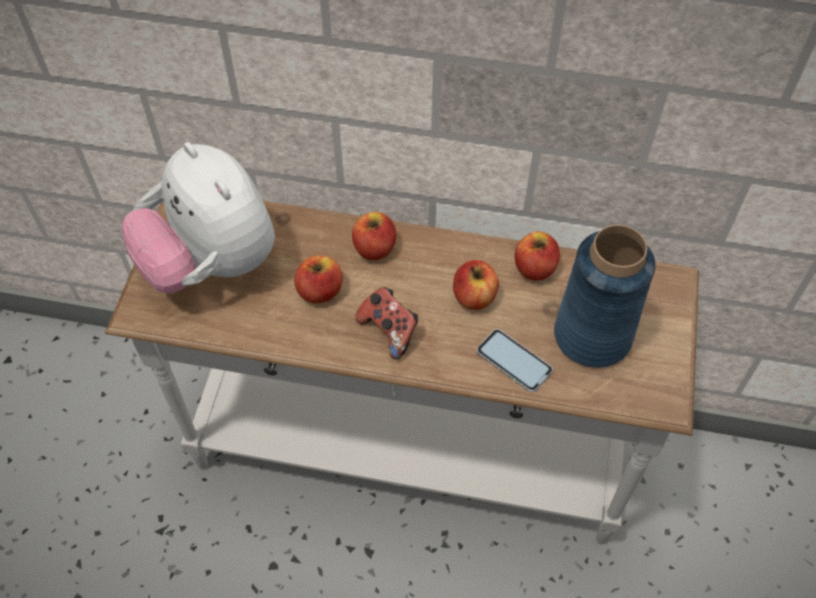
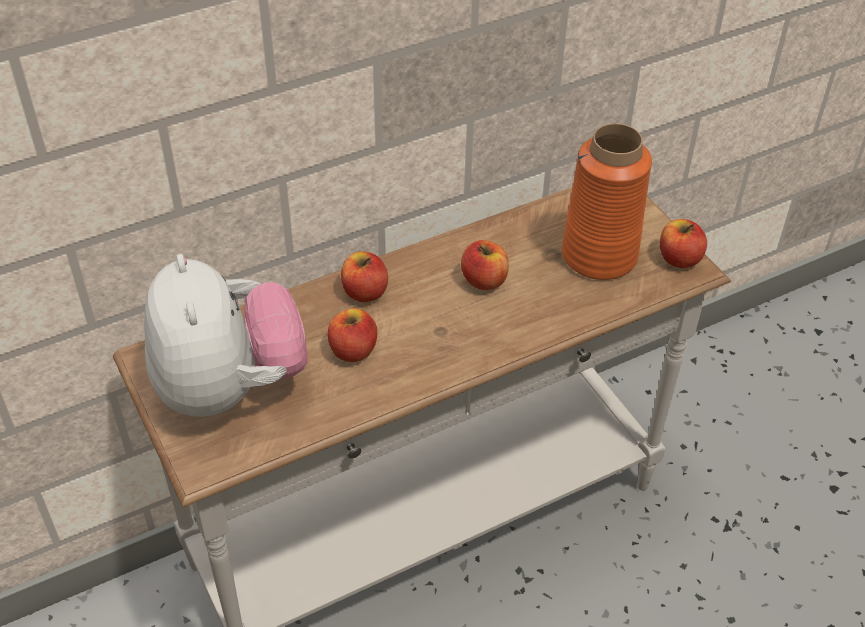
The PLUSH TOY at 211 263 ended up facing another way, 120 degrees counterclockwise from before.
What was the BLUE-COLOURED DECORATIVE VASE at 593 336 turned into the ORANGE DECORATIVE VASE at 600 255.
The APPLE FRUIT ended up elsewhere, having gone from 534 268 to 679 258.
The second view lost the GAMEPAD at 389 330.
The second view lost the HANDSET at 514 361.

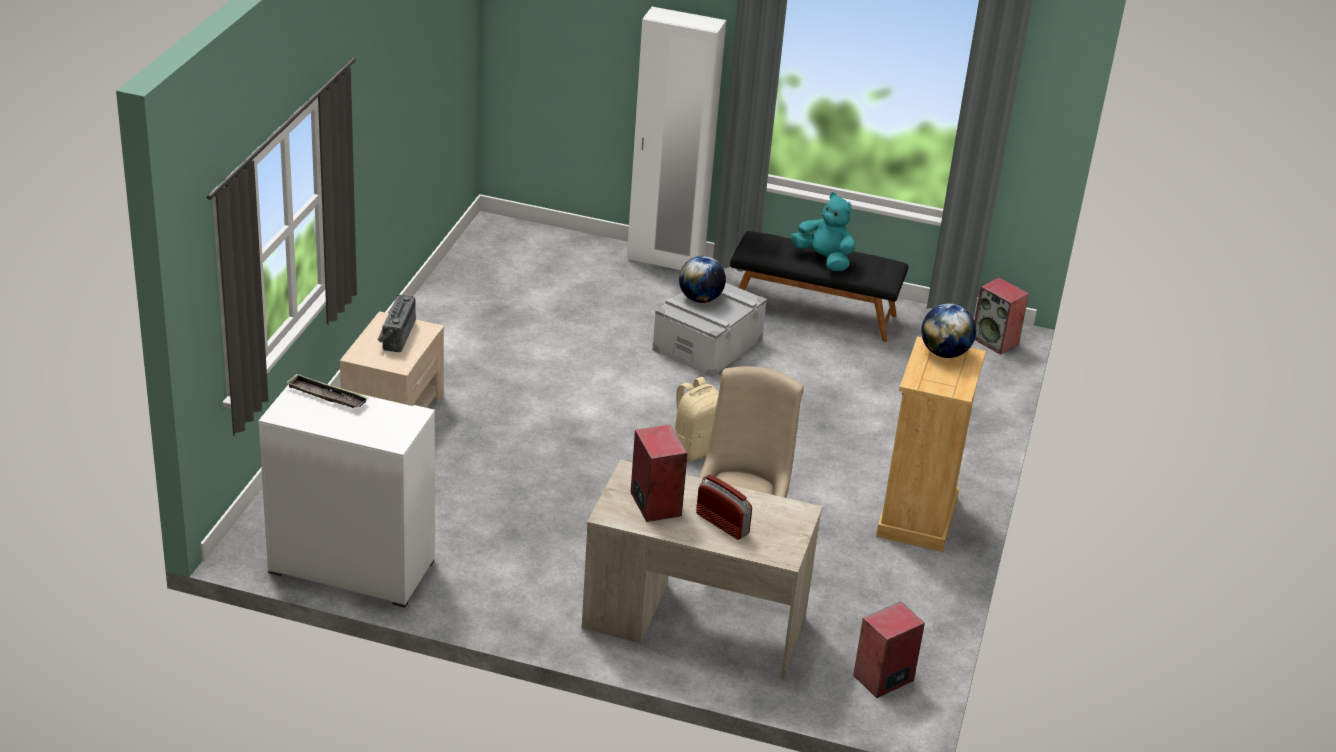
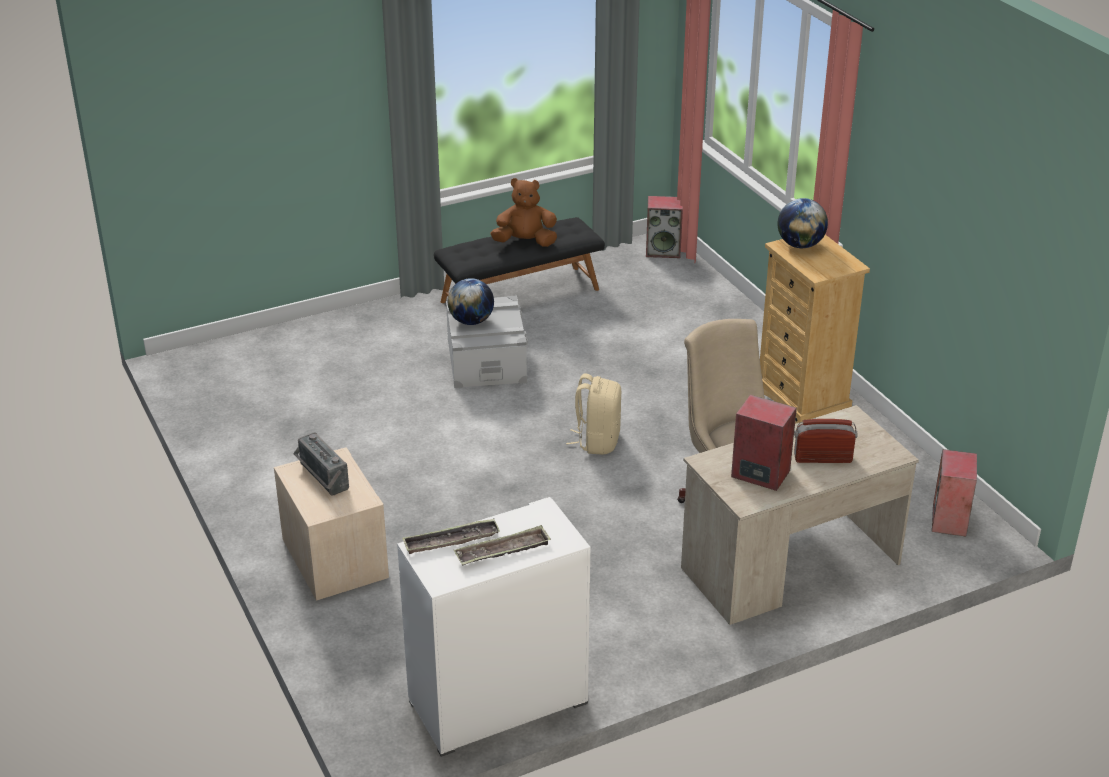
The second view gained the SERVING TRAY at 502 551.
What was the TURQUOISE-COLOURED PLUSH TOY at 824 259 turned into the BROWN-COLOURED PLUSH TOY at 525 242.
The second view lost the WHITE-COLOURED WARDROBE at 665 260.

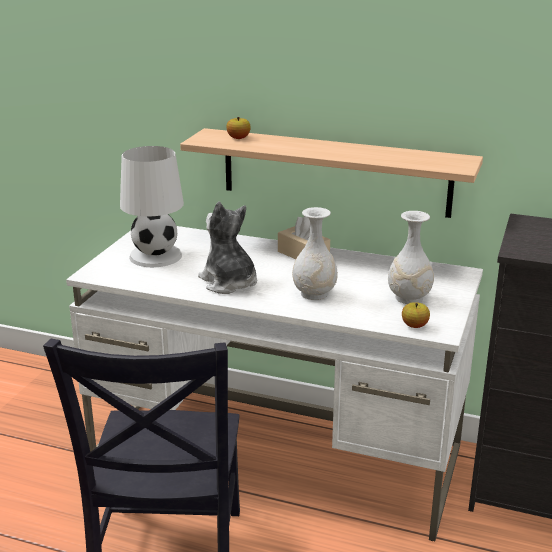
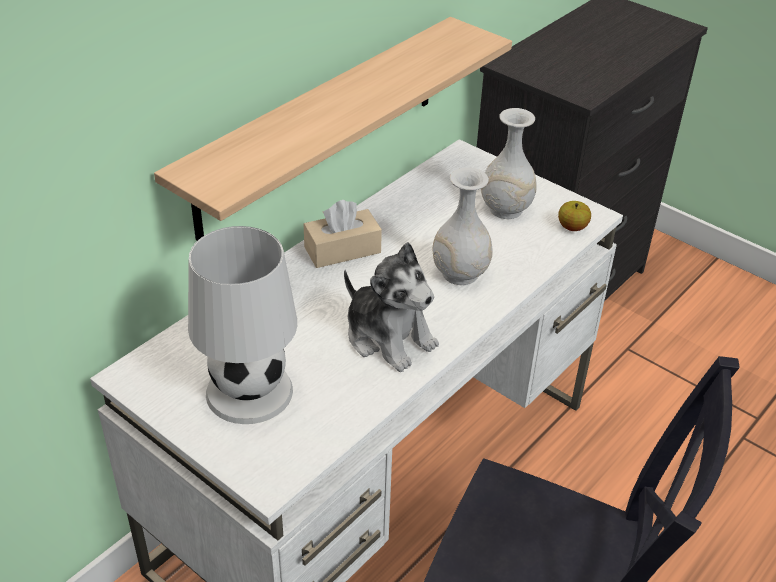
The PLUSH TOY at 229 283 ended up facing another way, 120 degrees counterclockwise from before.
The second view lost the APPLE FRUIT at 238 138.

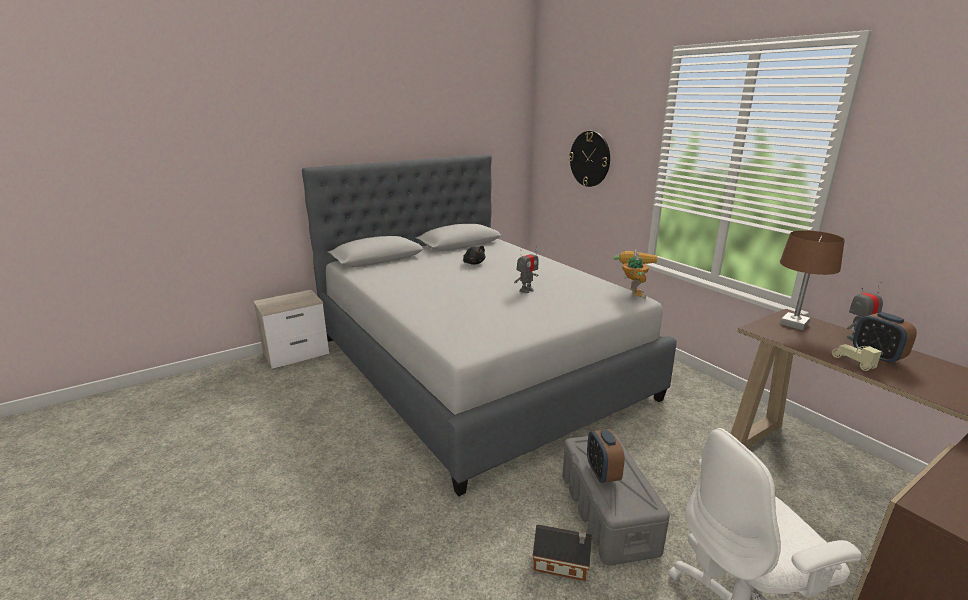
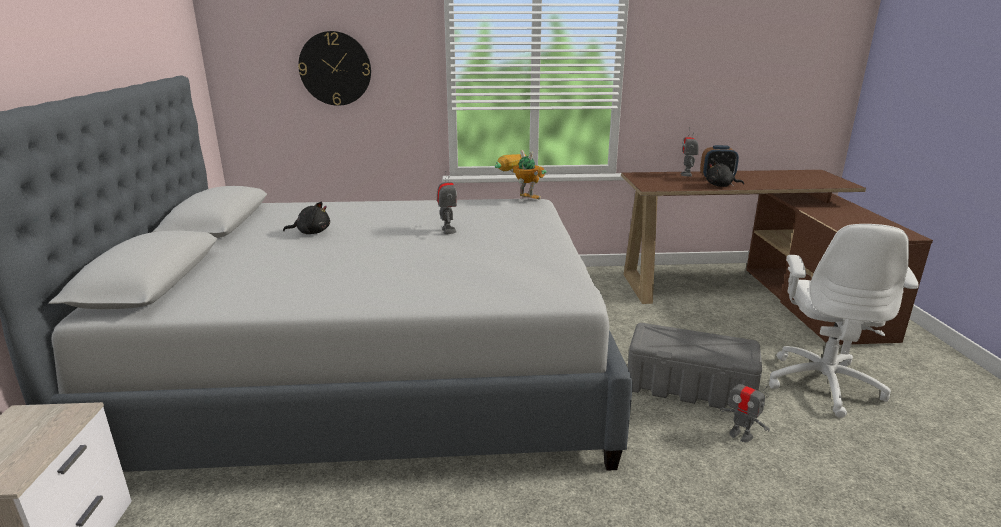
Where the BEIGE-COLOURED TOY CAR stood at 852 362, the BLACKISH PLUSH TOY came to stand at 721 186.
Where the MODEL HOUSE stood at 563 562, the TOY ROBOT came to stand at 740 435.
The second view lost the ALARM CLOCK at 602 473.
The second view lost the BROWN-COLOURED TABLETOP LAMP at 794 324.

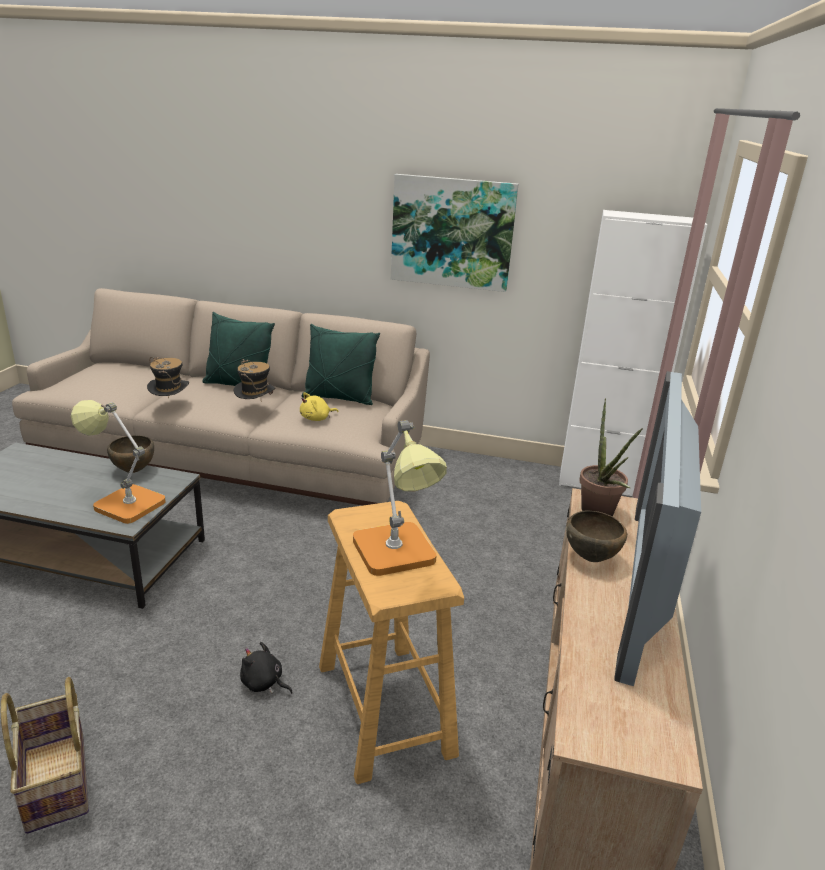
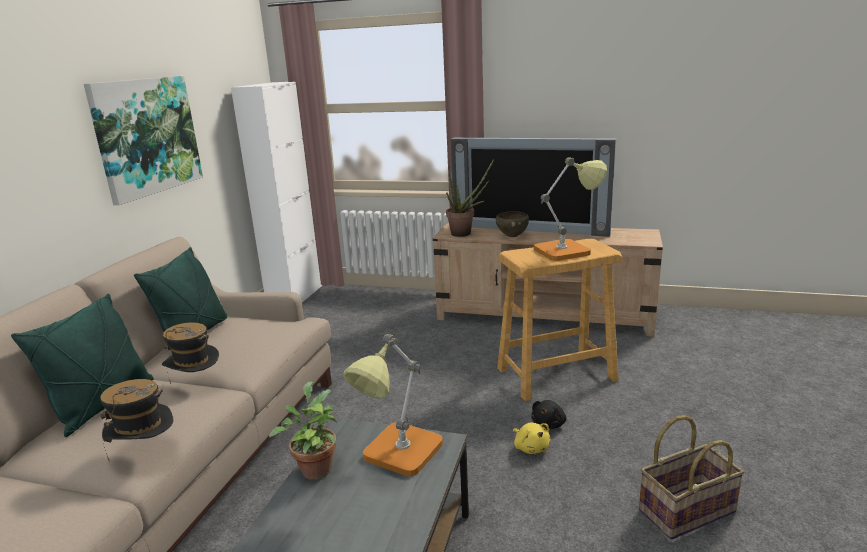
Where the BROWN-COLOURED SERVING BOWL stood at 134 471, the HOUSEPLANT came to stand at 315 467.
The YELLOW PLUSH TOY ended up elsewhere, having gone from 317 418 to 531 447.

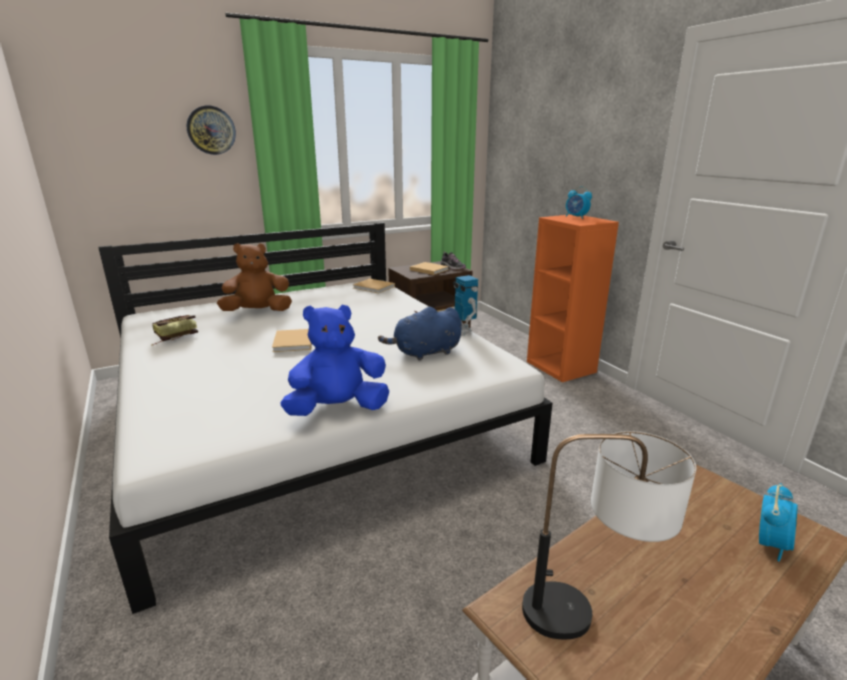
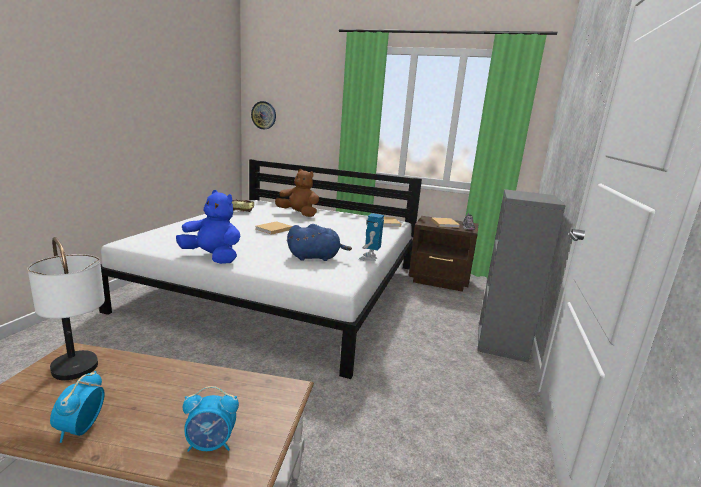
The ALARM CLOCK ended up elsewhere, having gone from 576 217 to 81 429.
The HANGING CLOCK ended up elsewhere, having gone from 211 130 to 264 115.
The BLUE-COLOURED PLUSH TOY at 425 353 ended up facing another way, 150 degrees clockwise from before.
What was the ORANGE SHELVING UNIT at 561 367 turned into the GREYISH SHELVING UNIT at 502 343.

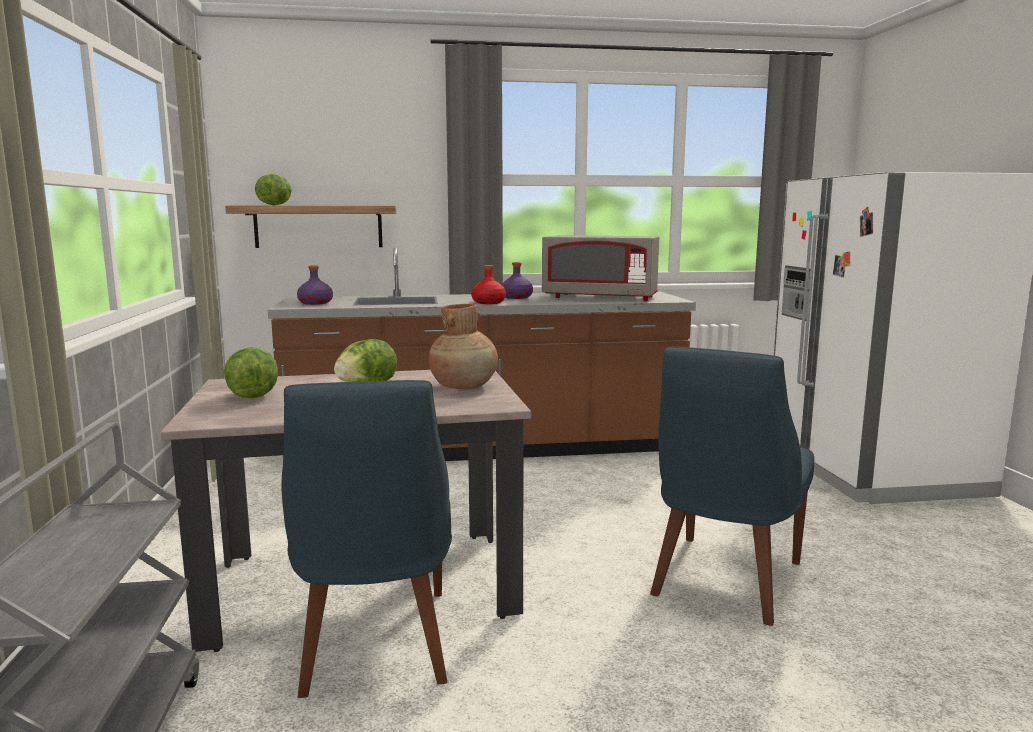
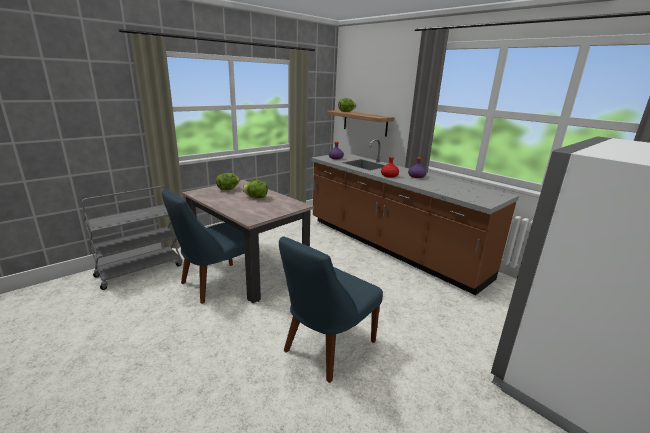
The BLUE-COLOURED CHAIR at 723 581 ended up facing another way, 45 degrees counterclockwise from before.
The second view lost the BROWN-COLOURED DECORATIVE VASE at 464 387.
The second view lost the GREYISH MICROWAVE OVEN at 600 298.

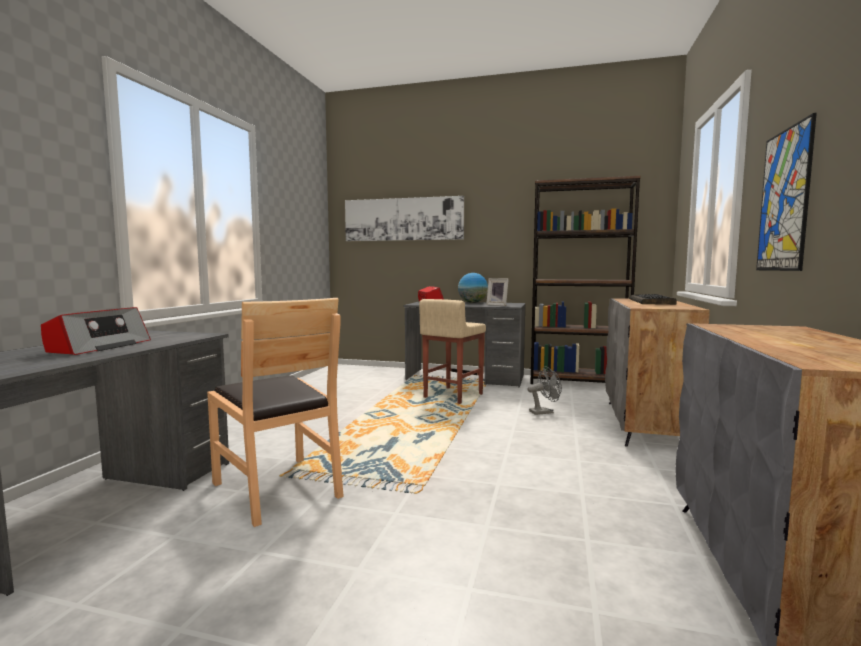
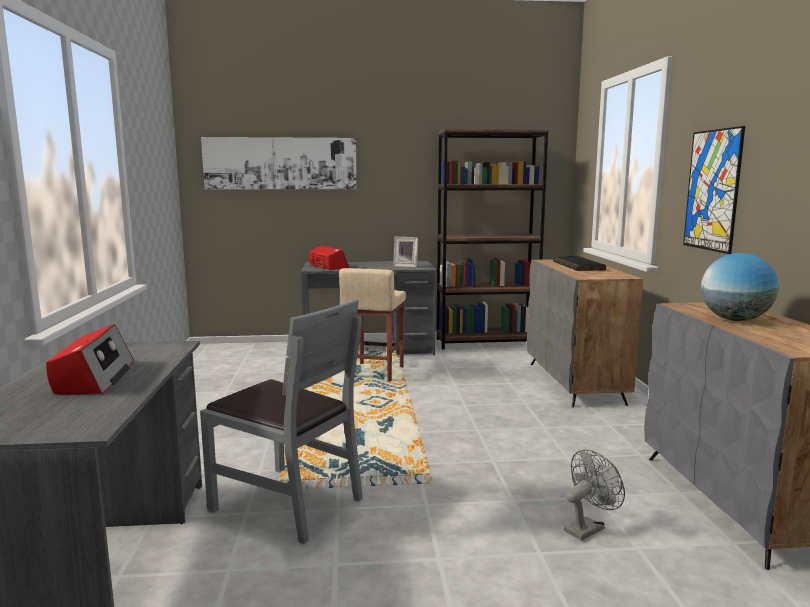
What was the BROWN-COLOURED CHAIR at 278 489 turned into the GREYISH CHAIR at 287 503.
The GREYISH ELECTRIC FAN ended up elsewhere, having gone from 544 412 to 588 528.
The GLOBE ended up elsewhere, having gone from 472 302 to 735 320.

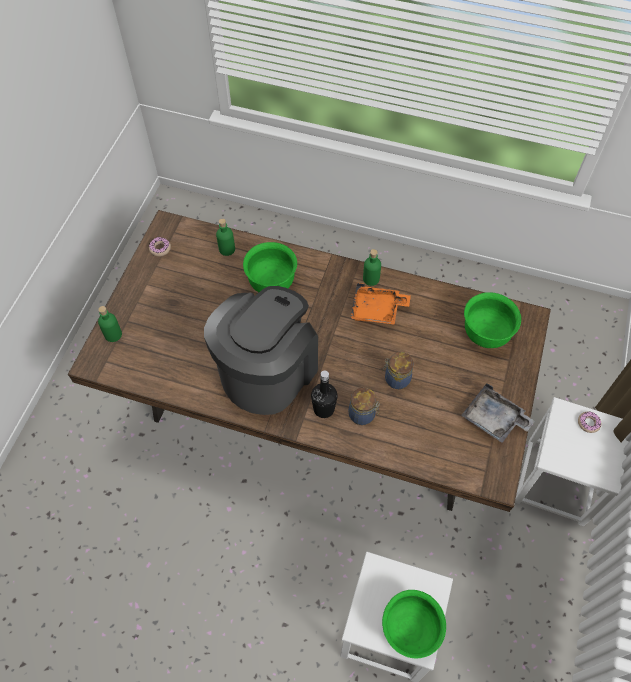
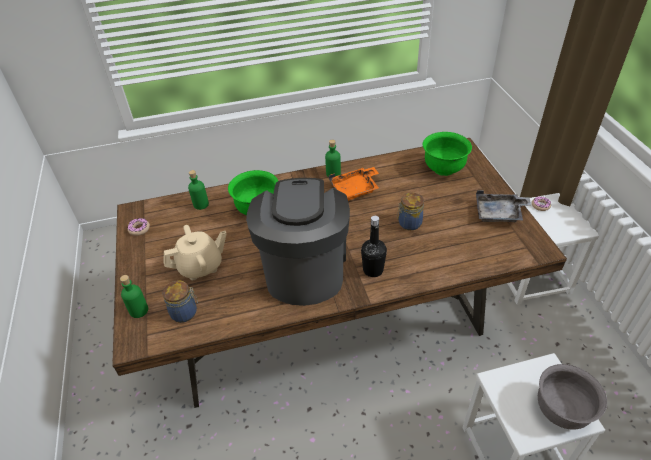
The STORAGE JAR ended up elsewhere, having gone from 363 415 to 185 313.
The second view gained the BEIGE-COLOURED TEA POT at 201 266.
What was the GREENISH SERVING BOWL at 409 630 turned into the GREYISH SERVING BOWL at 561 411.

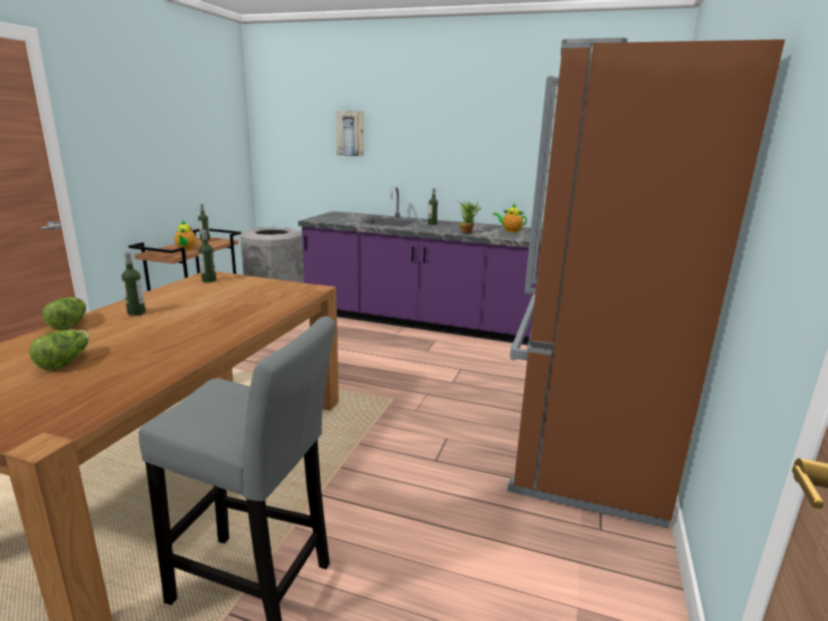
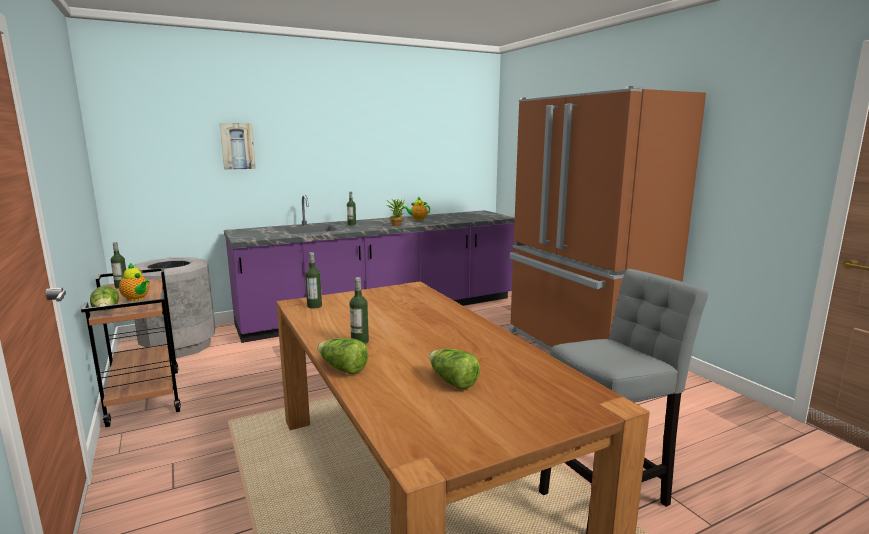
The second view gained the HEAD OF LETTUCE at 106 311.

